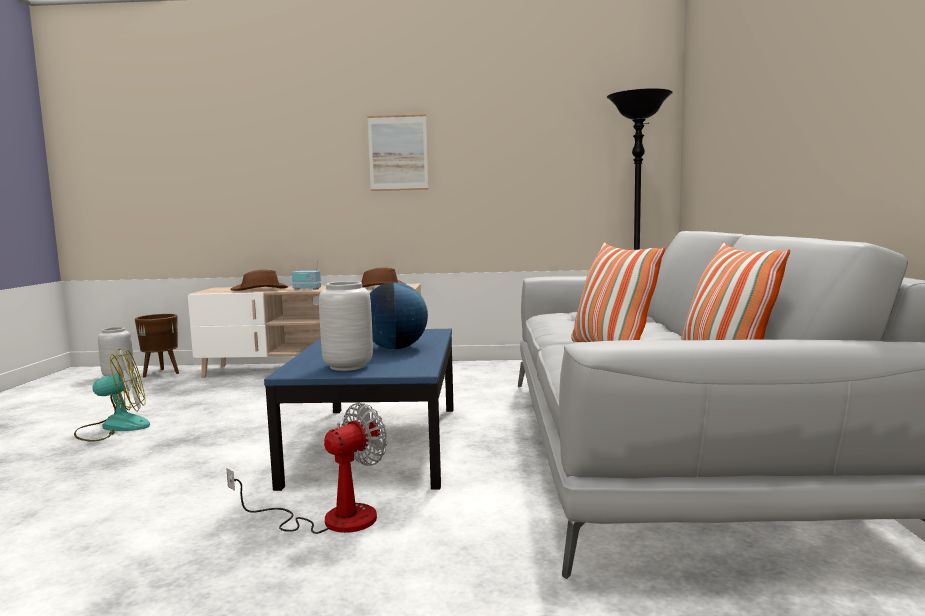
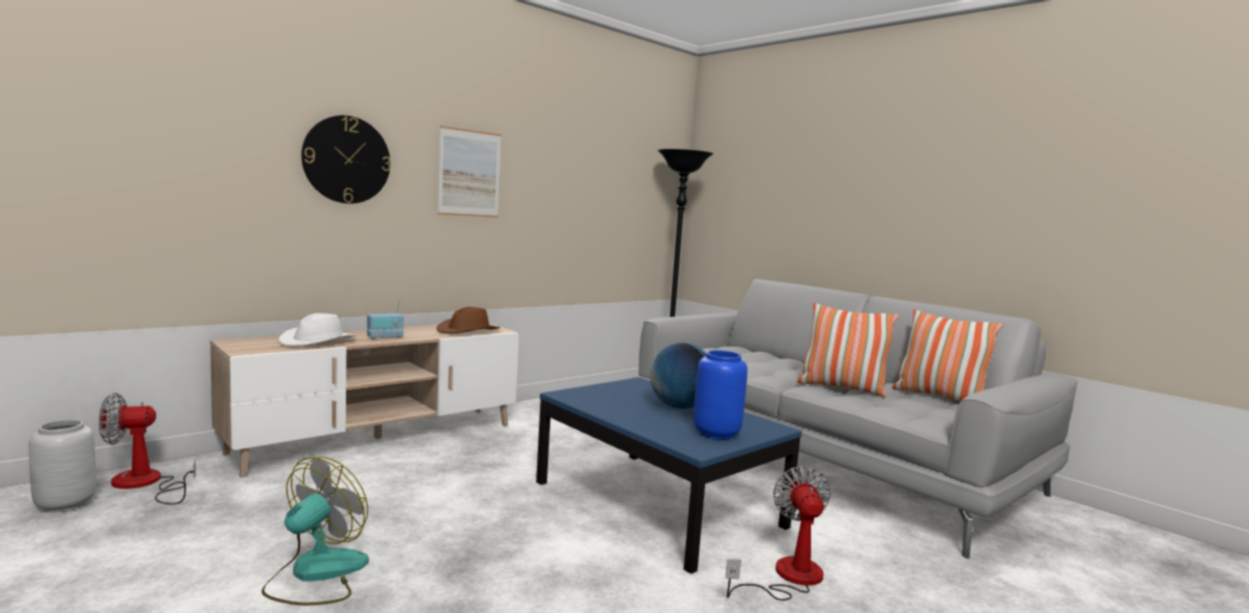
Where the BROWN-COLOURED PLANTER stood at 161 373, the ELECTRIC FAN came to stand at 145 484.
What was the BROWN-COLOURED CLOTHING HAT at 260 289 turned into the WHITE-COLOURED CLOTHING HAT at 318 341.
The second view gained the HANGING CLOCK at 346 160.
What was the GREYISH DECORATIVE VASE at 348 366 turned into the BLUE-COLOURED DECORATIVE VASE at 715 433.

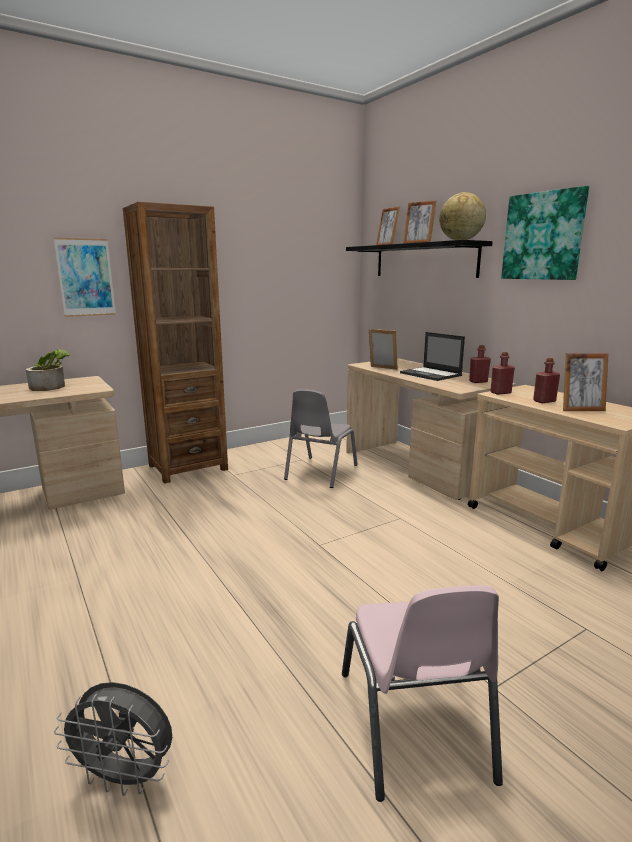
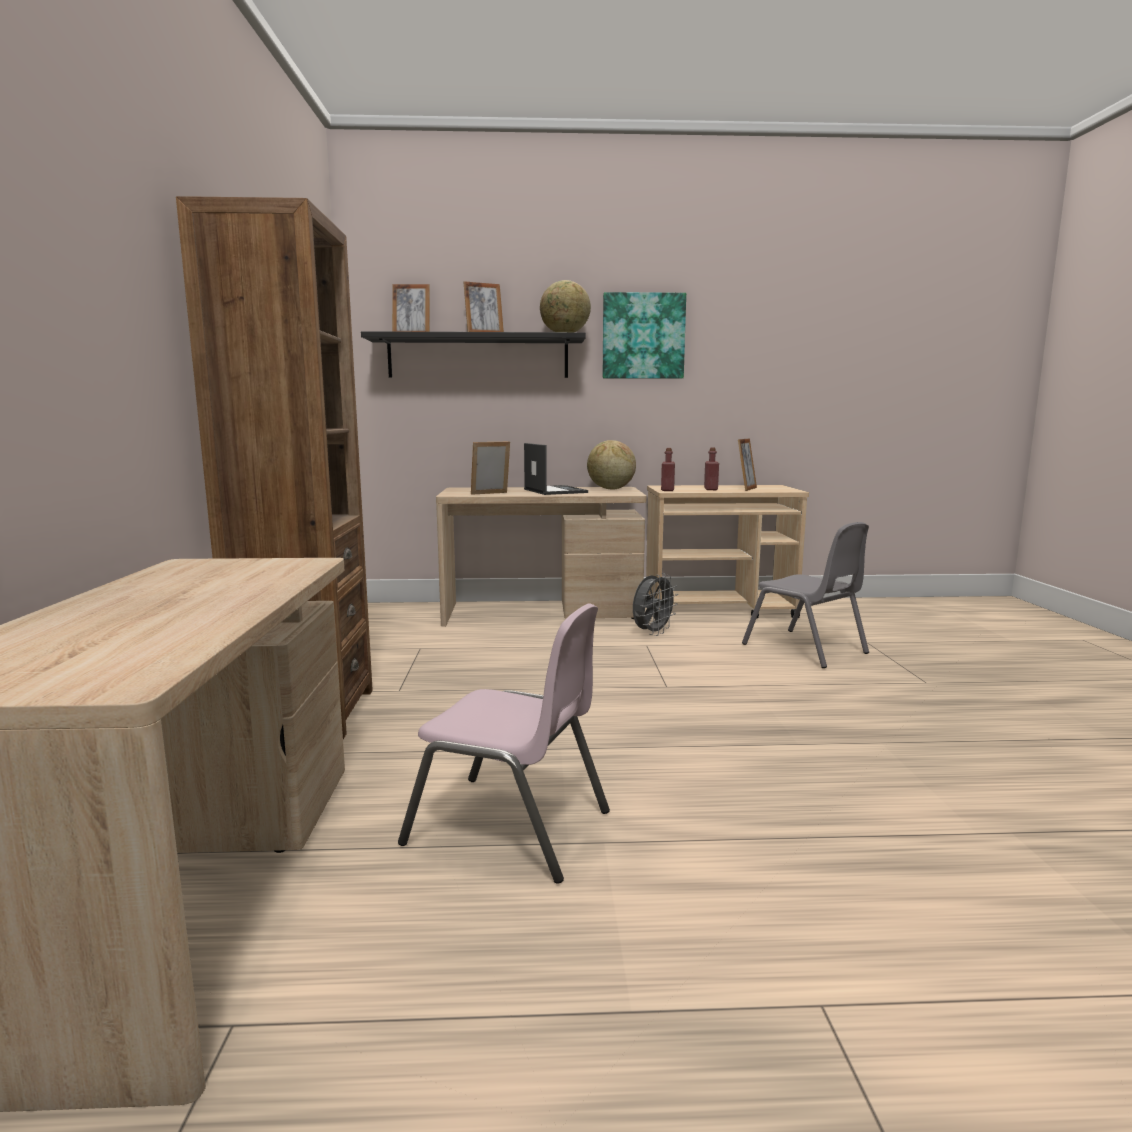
The PINK CHAIR ended up elsewhere, having gone from 414 724 to 509 827.
The NOTEBOOK COMPUTER at 431 374 ended up facing another way, 105 degrees counterclockwise from before.
Where the RED-COLOURED BOTTLE stood at 478 381, the GLOBE came to stand at 610 489.
The GREYISH ELECTRIC FAN ended up elsewhere, having gone from 125 777 to 652 633.
The GREYISH CHAIR ended up elsewhere, having gone from 320 472 to 805 649.
The second view lost the HOUSEPLANT at 52 386.
The second view lost the WALL ART at 86 277.

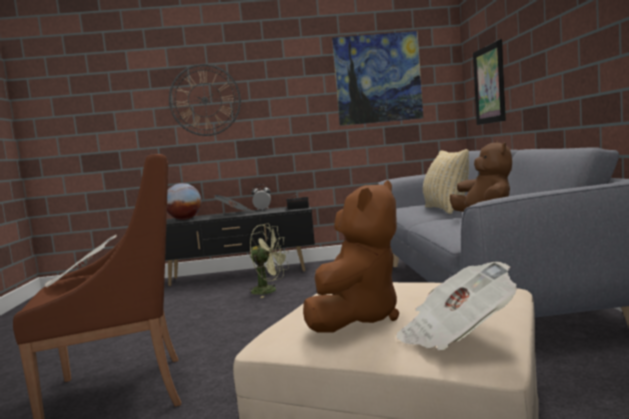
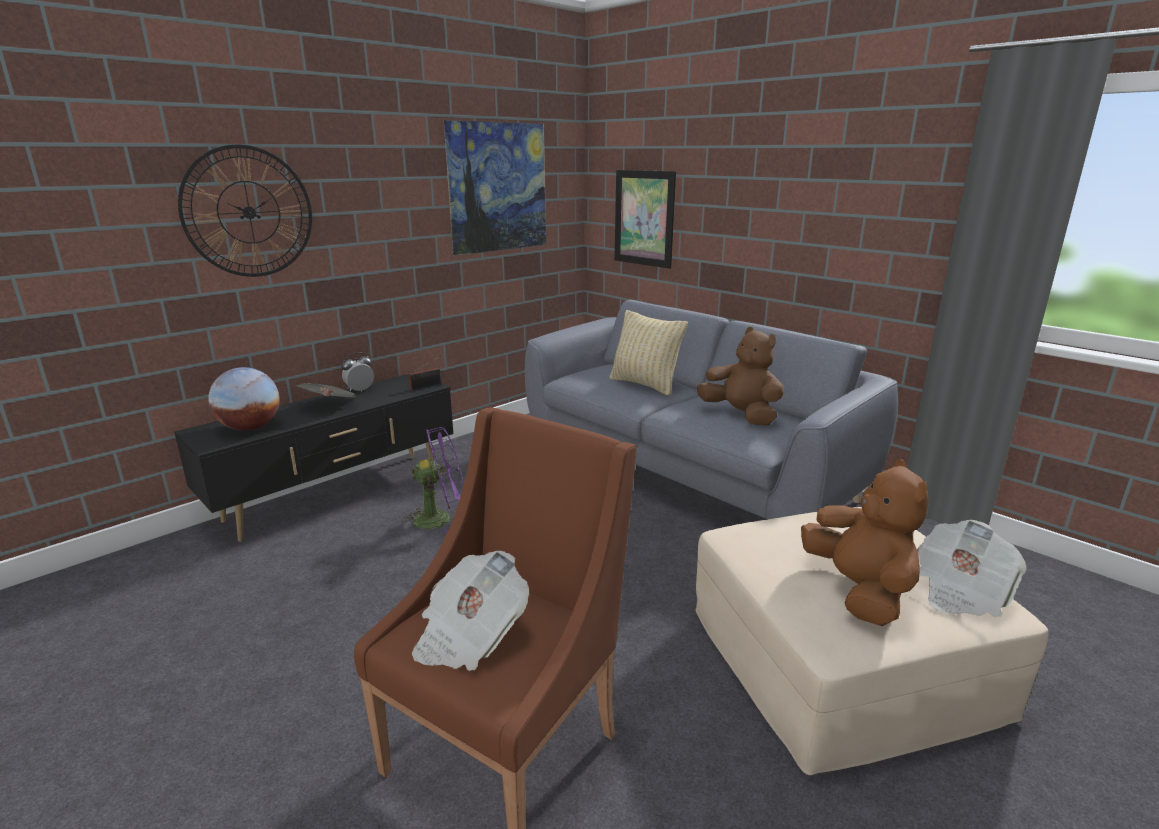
What was the GREENISH ELECTRIC FAN at 269 291 turned into the PURPLE-COLOURED ELECTRIC FAN at 440 518.

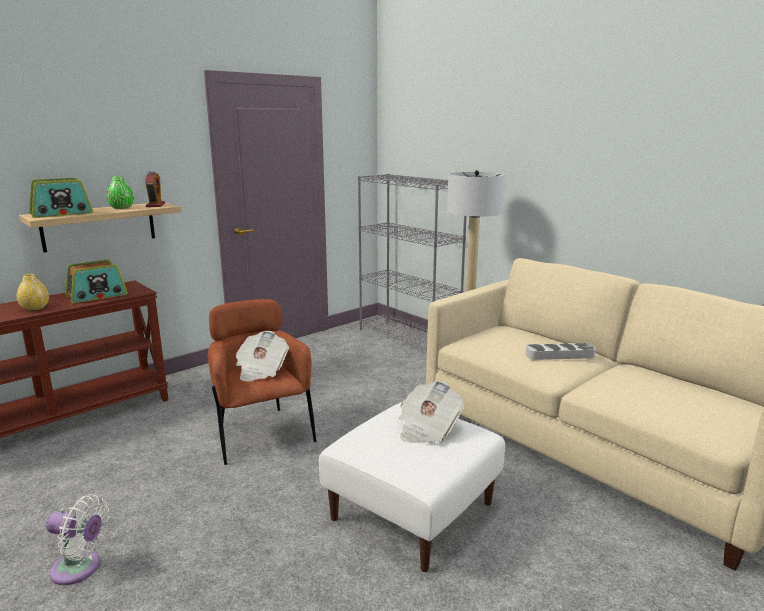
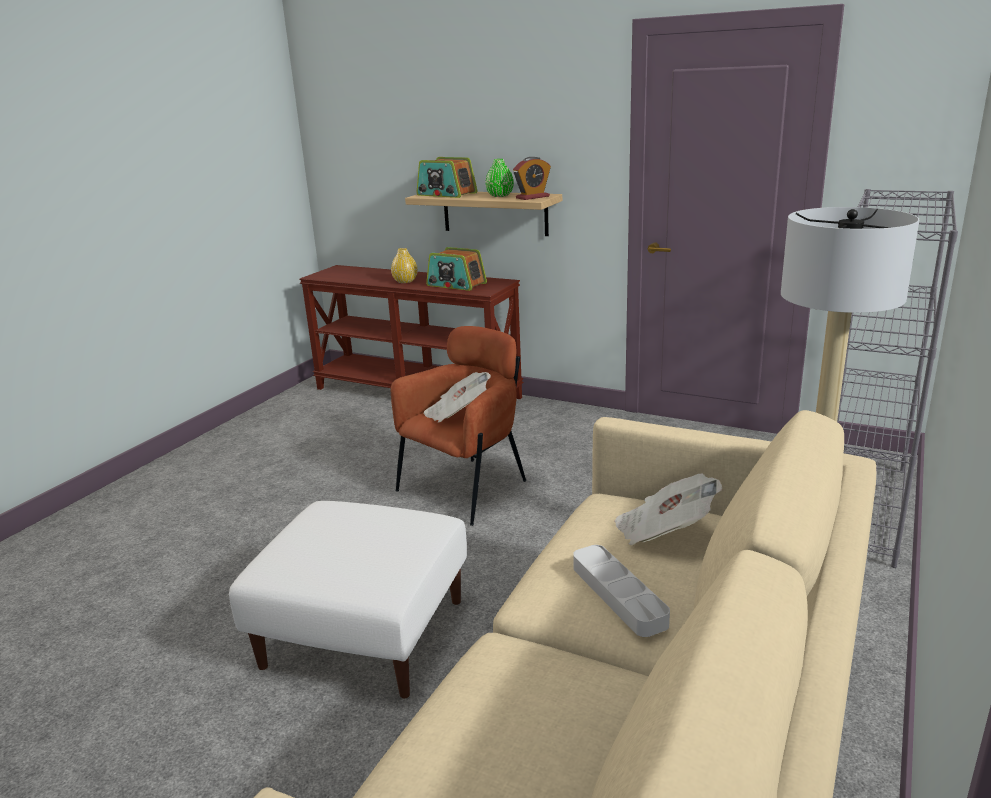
The DAILY PAPER ended up elsewhere, having gone from 427 429 to 663 532.
The second view lost the WHITE-COLOURED ELECTRIC FAN at 80 569.

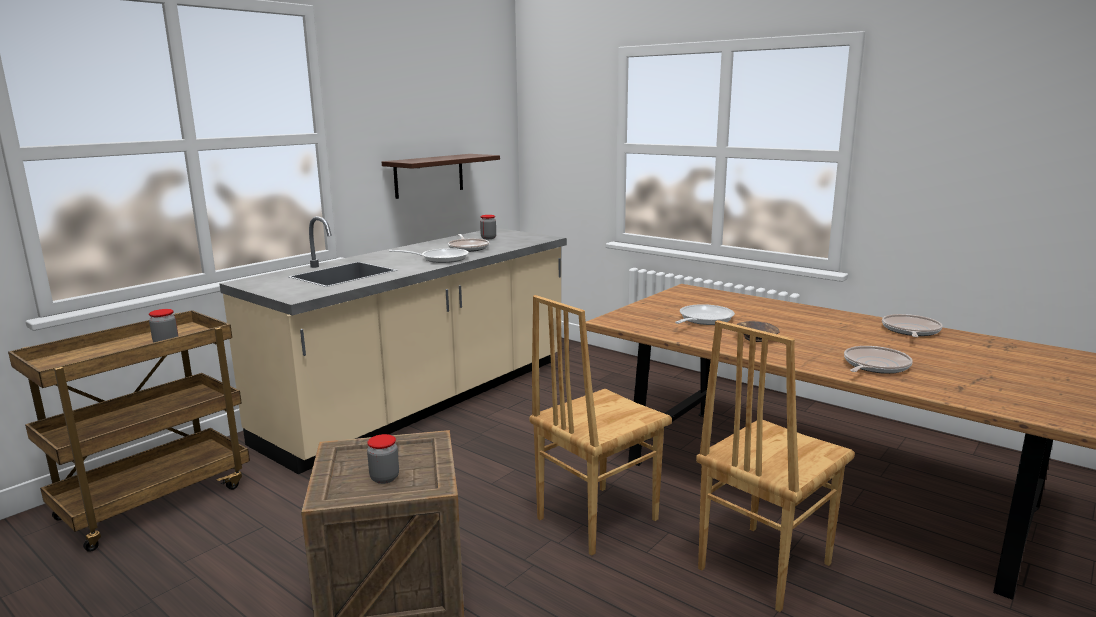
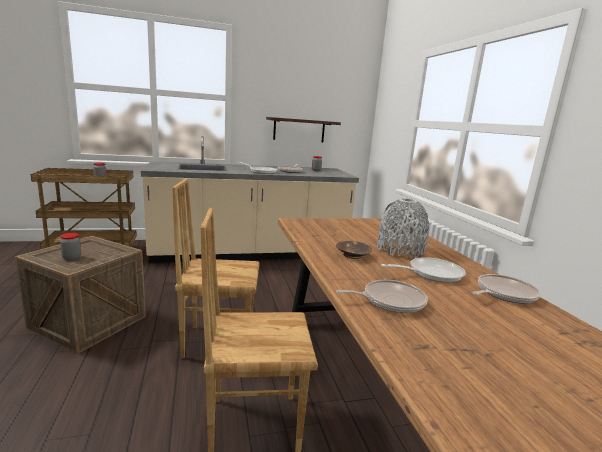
The second view gained the GREYISH DECORATIVE VASE at 400 250.
The SKILLET ended up elsewhere, having gone from 703 319 to 430 273.

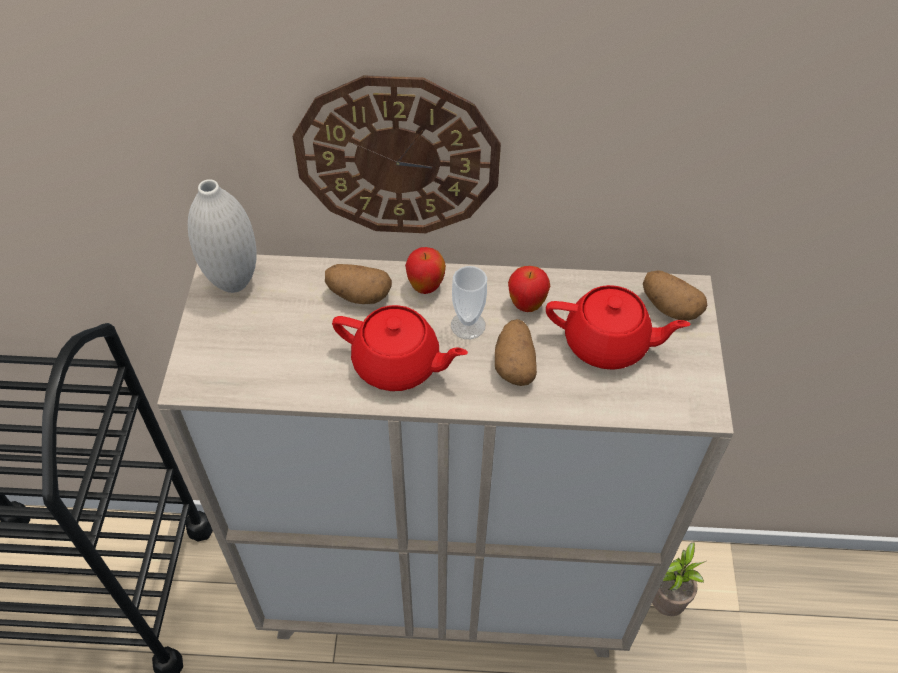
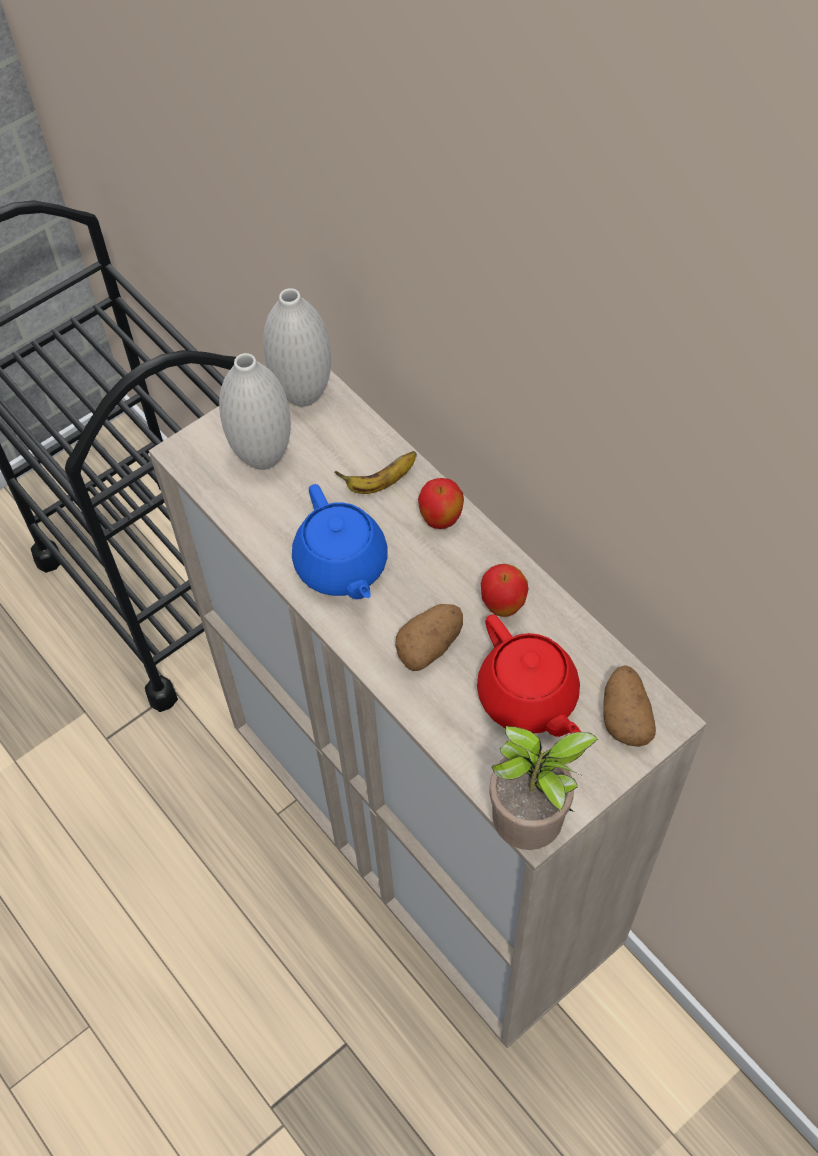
The second view gained the WHITE-COLOURED DECORATIVE VASE at 263 457.
What was the RED-COLOURED TEA POT at 398 364 turned into the BLUE-COLOURED TEA POT at 341 566.
Where the SPUD stood at 358 295, the BANANA came to stand at 380 483.
The HOUSEPLANT ended up elsewhere, having gone from 667 602 to 532 827.
The second view lost the HANGING CLOCK at 397 157.
The second view lost the DRINKING CUP at 468 325.

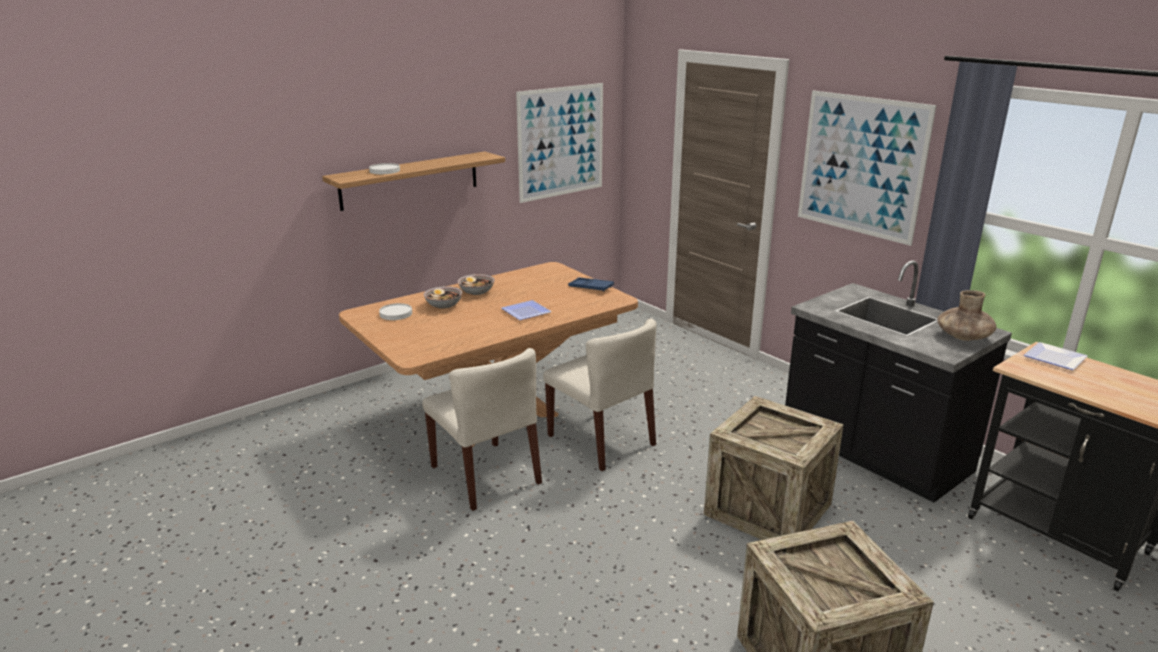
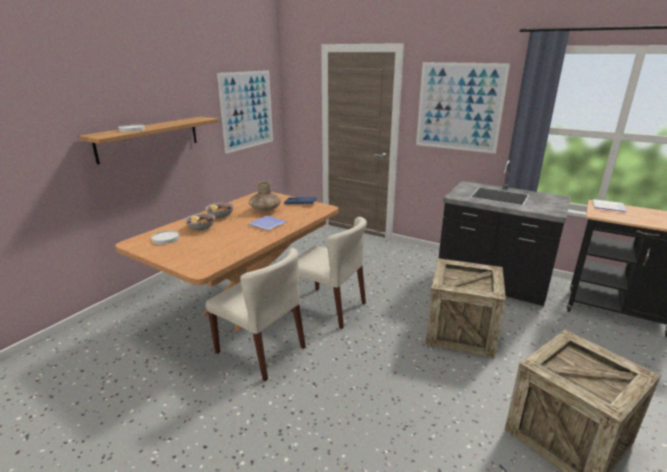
The BROWN-COLOURED DECORATIVE VASE ended up elsewhere, having gone from 963 337 to 265 210.

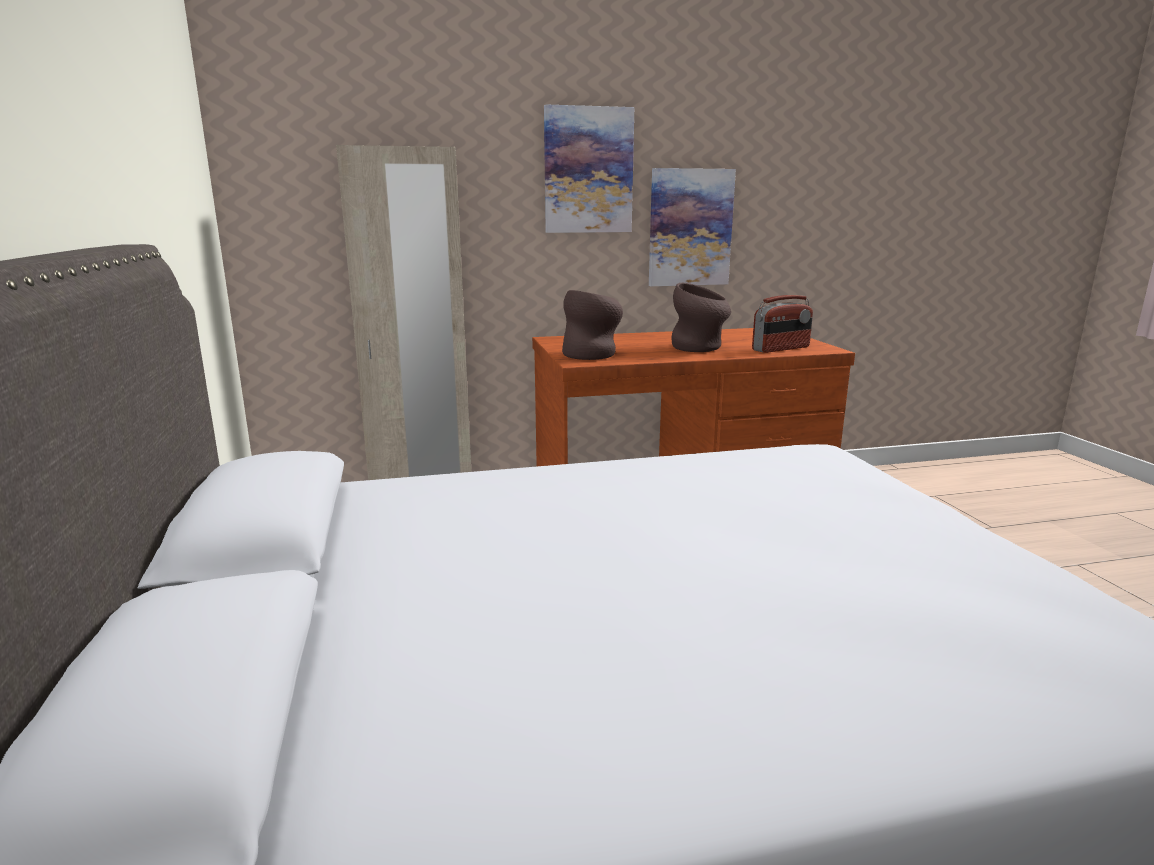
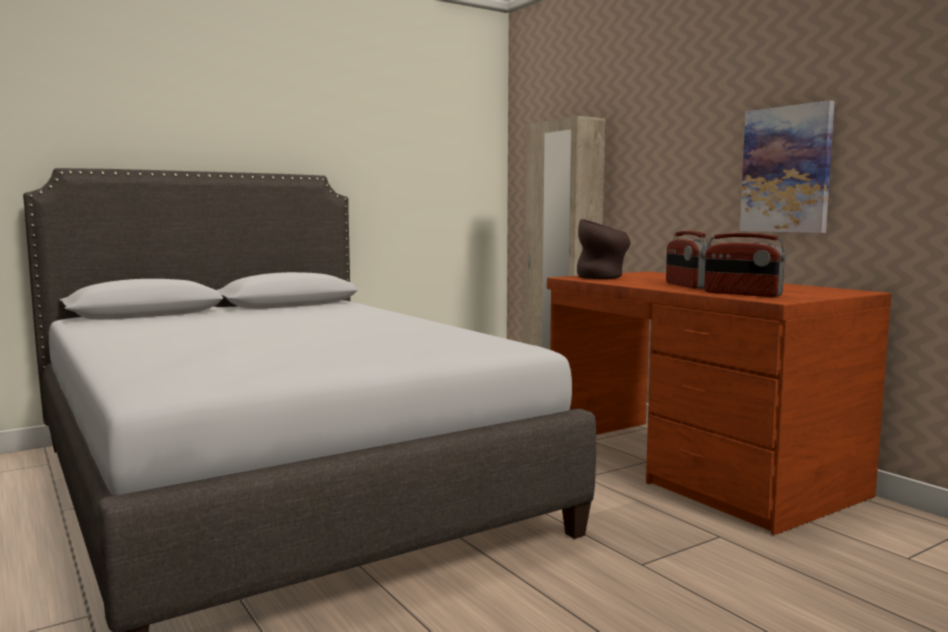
Where the BROWN-COLOURED DECORATIVE VASE stood at 699 348, the RADIO SET came to stand at 687 285.
The second view lost the WALL ART at 588 171.

